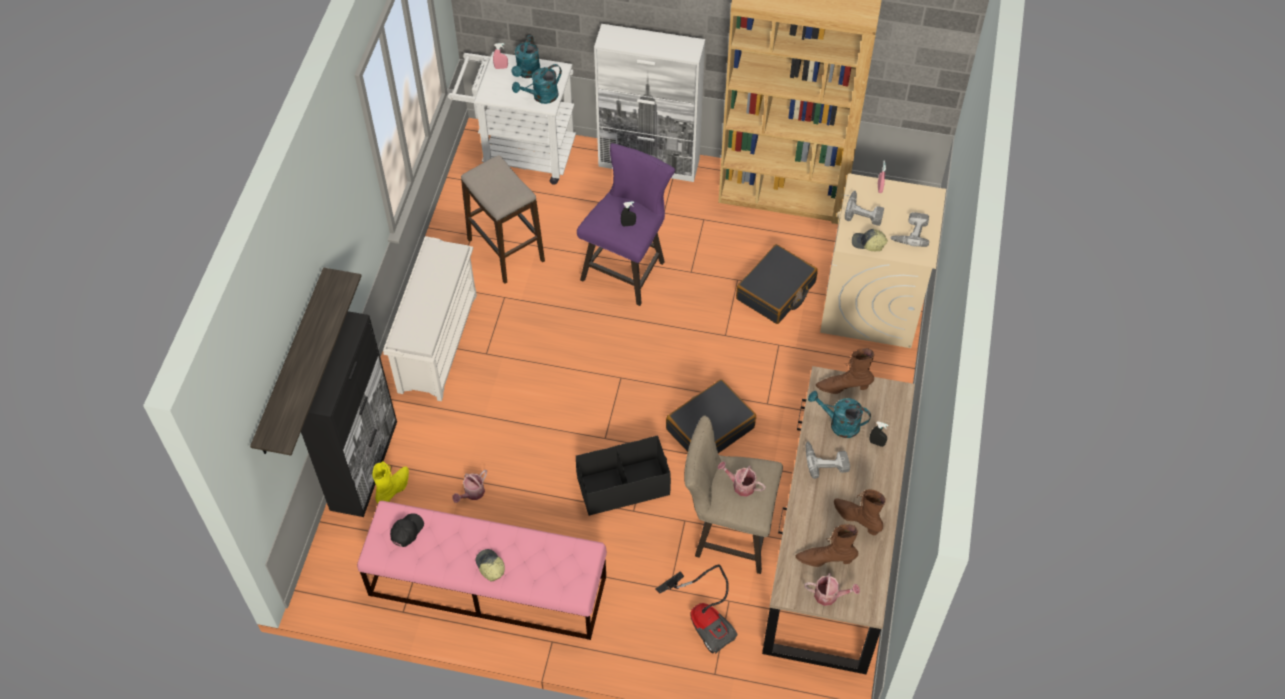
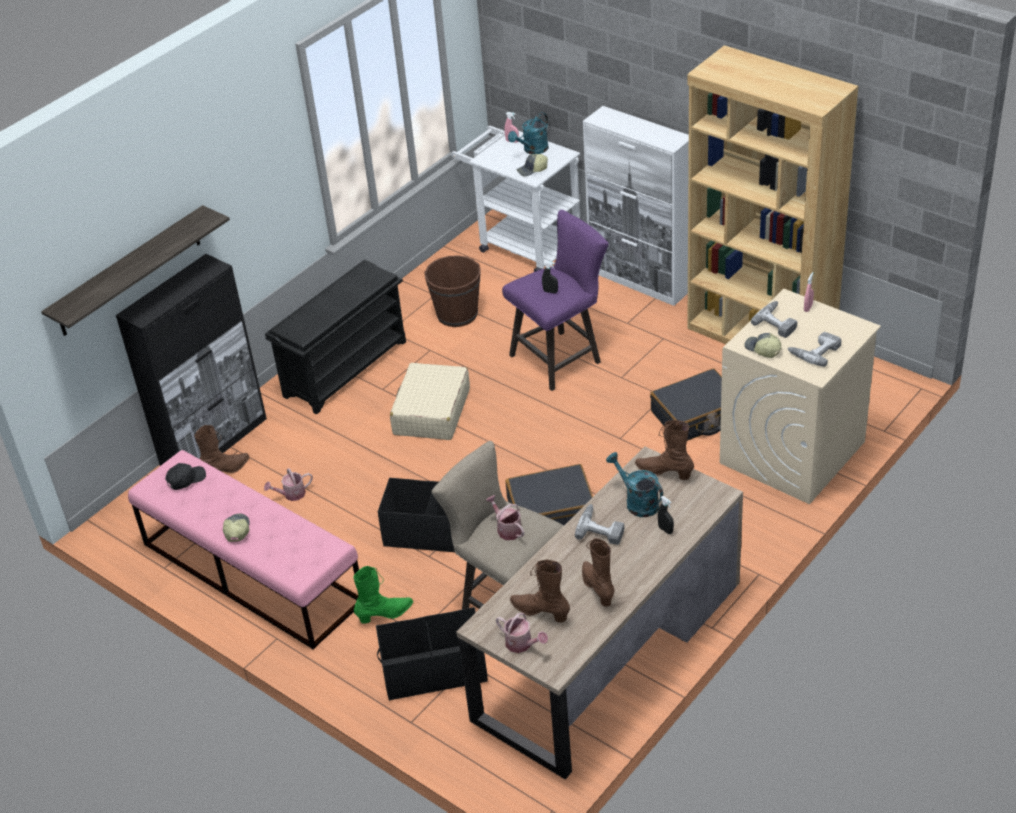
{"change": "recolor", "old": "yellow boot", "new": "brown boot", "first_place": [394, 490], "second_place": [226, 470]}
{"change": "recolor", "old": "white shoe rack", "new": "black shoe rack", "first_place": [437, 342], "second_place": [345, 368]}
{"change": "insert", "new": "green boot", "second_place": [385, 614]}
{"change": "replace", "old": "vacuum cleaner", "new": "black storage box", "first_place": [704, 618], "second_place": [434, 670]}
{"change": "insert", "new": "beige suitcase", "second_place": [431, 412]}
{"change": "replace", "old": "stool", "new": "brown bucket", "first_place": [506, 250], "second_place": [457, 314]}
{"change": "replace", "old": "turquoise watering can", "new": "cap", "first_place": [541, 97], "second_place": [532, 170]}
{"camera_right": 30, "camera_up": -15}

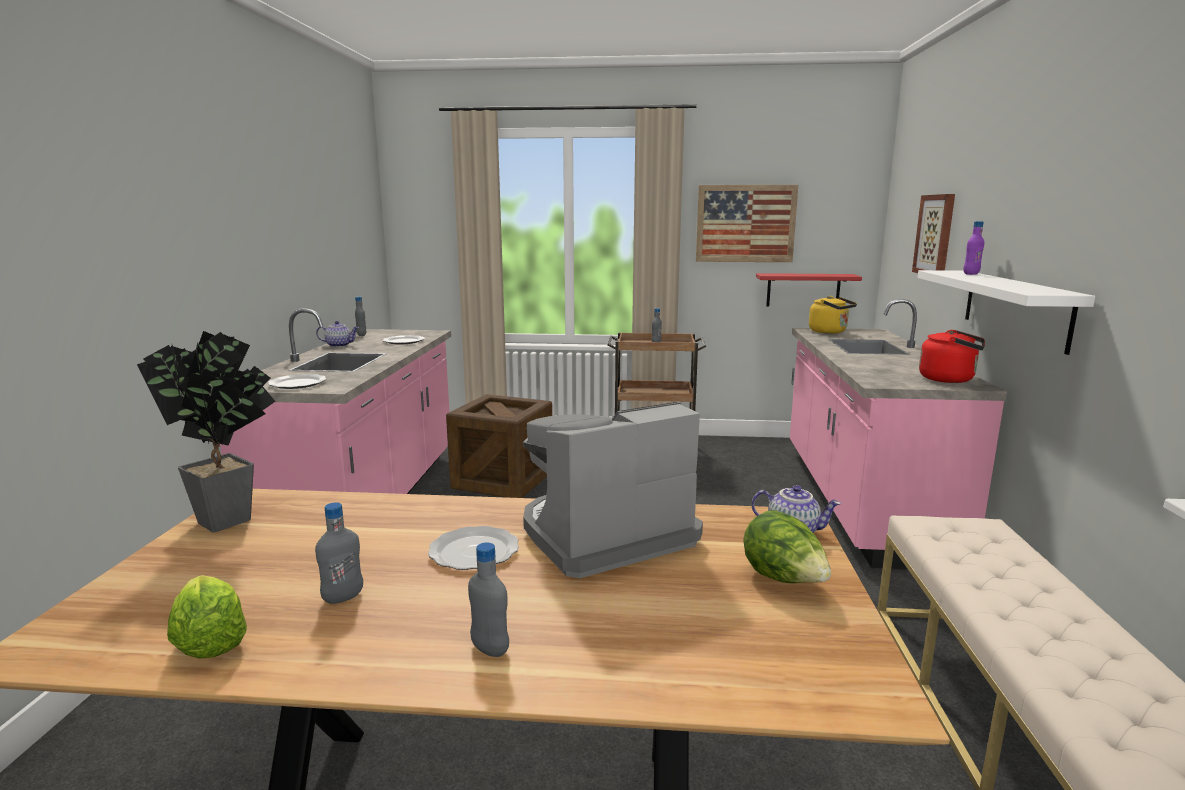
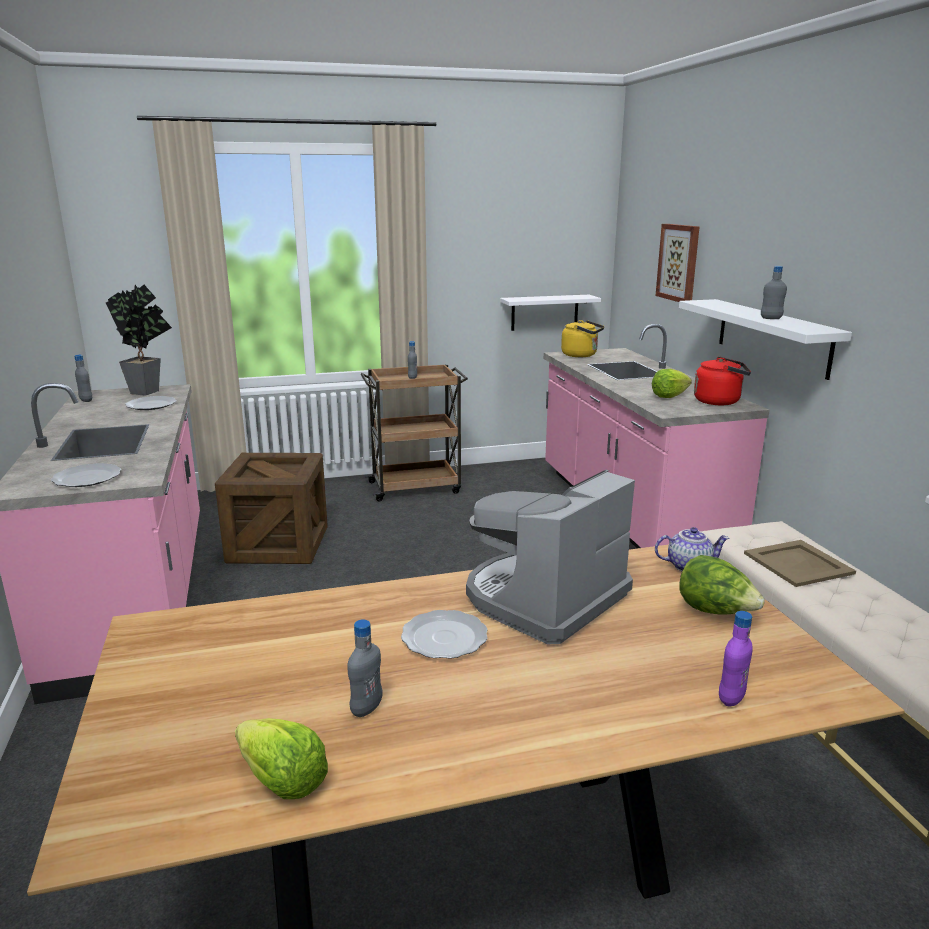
{"change": "move", "old": "potted plant", "first_place": [234, 519], "second_place": [149, 391]}
{"change": "recolor", "old": "red shelf", "new": "white shelf", "first_place": [803, 290], "second_place": [544, 312]}
{"change": "insert", "new": "lettuce", "second_place": [669, 396]}
{"change": "move", "old": "purple bottle", "first_place": [971, 274], "second_place": [731, 698]}
{"change": "insert", "new": "beige tray", "second_place": [797, 563]}
{"change": "move", "old": "grey bottle", "first_place": [490, 649], "second_place": [771, 318]}
{"change": "delete", "old": "teapot", "first_place": [339, 345]}
{"change": "delete", "old": "picture", "first_place": [745, 223]}
{"camera_right": -20, "camera_up": 5}

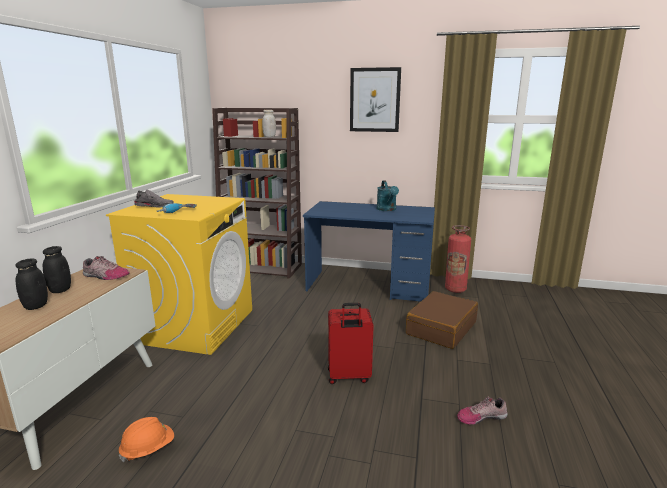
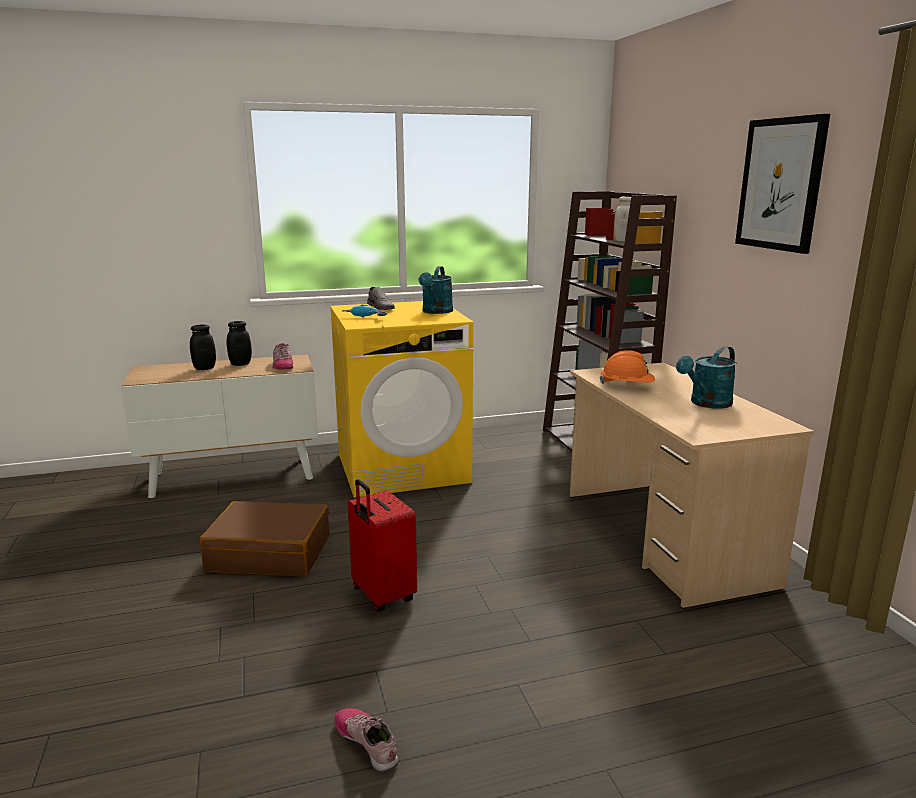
{"change": "move", "old": "brown suitcase", "first_place": [441, 328], "second_place": [270, 553]}
{"change": "insert", "new": "turquoise watering can", "second_place": [436, 312]}
{"change": "recolor", "old": "blue desk", "new": "beige desk", "first_place": [369, 286], "second_place": [663, 537]}
{"change": "move", "old": "orange hard hat", "first_place": [148, 449], "second_place": [626, 386]}
{"change": "delete", "old": "fire extinguisher", "first_place": [455, 289]}
{"camera_right": 60, "camera_up": 0}

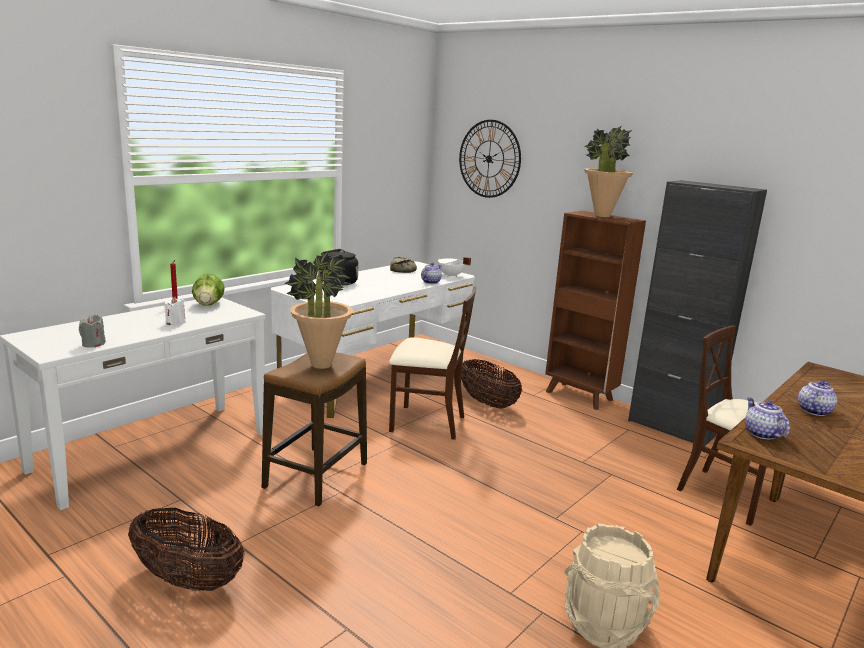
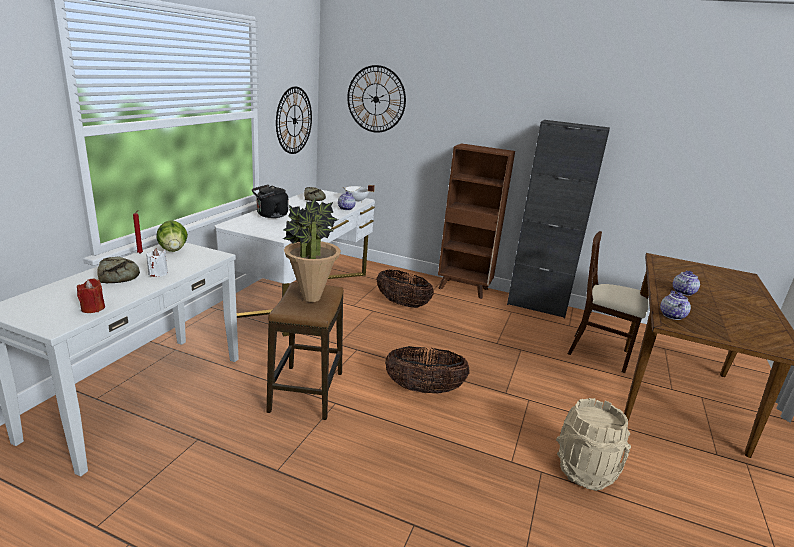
{"change": "recolor", "old": "grey candle", "new": "red candle", "first_place": [93, 344], "second_place": [93, 308]}
{"change": "insert", "new": "bread", "second_place": [119, 275]}
{"change": "insert", "new": "wall clock", "second_place": [294, 120]}
{"change": "move", "old": "basket", "first_place": [187, 579], "second_place": [424, 389]}
{"change": "rotate", "old": "teapot", "first_place": [761, 433], "second_place": [671, 315], "degrees": 45}
{"change": "delete", "old": "beige chair", "first_place": [426, 422]}
{"change": "delete", "old": "potted plant", "first_place": [602, 216]}
{"camera_right": -20, "camera_up": 5}

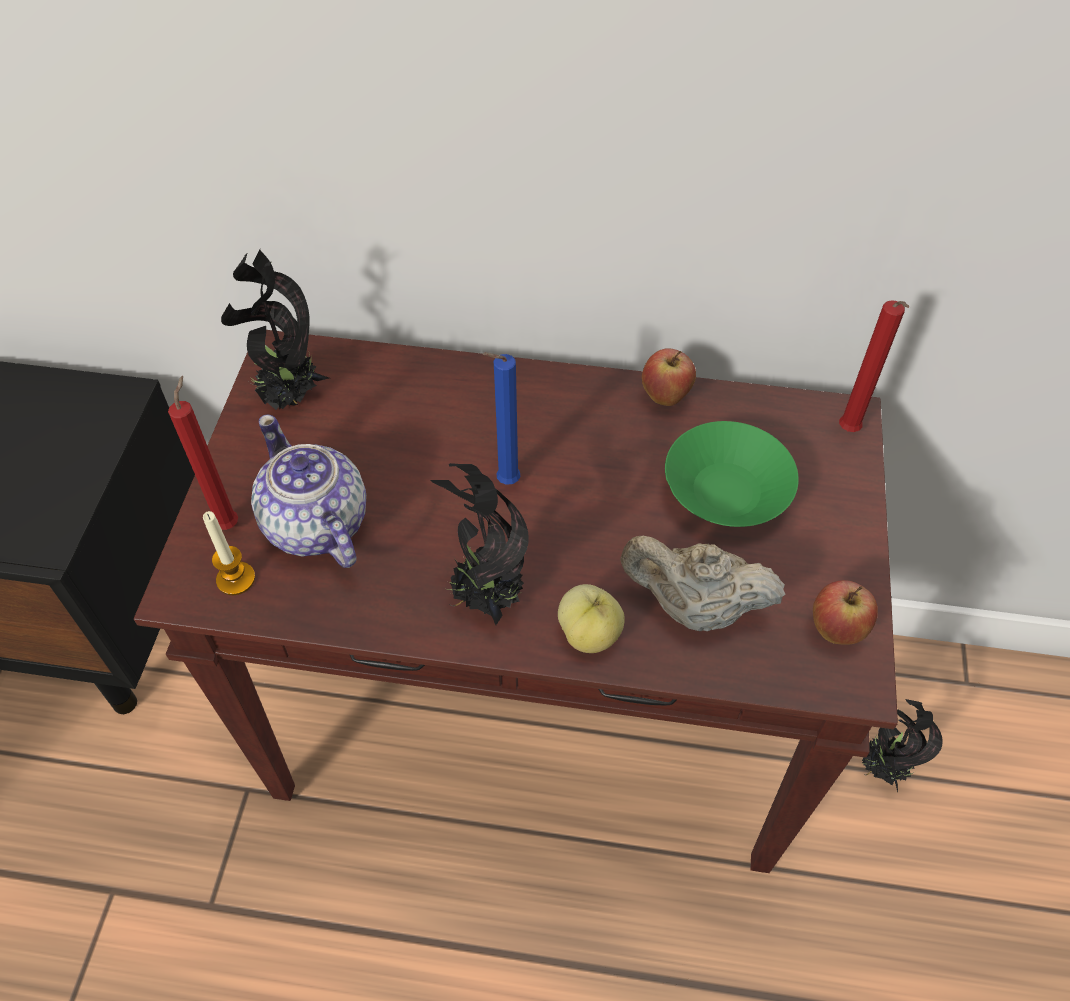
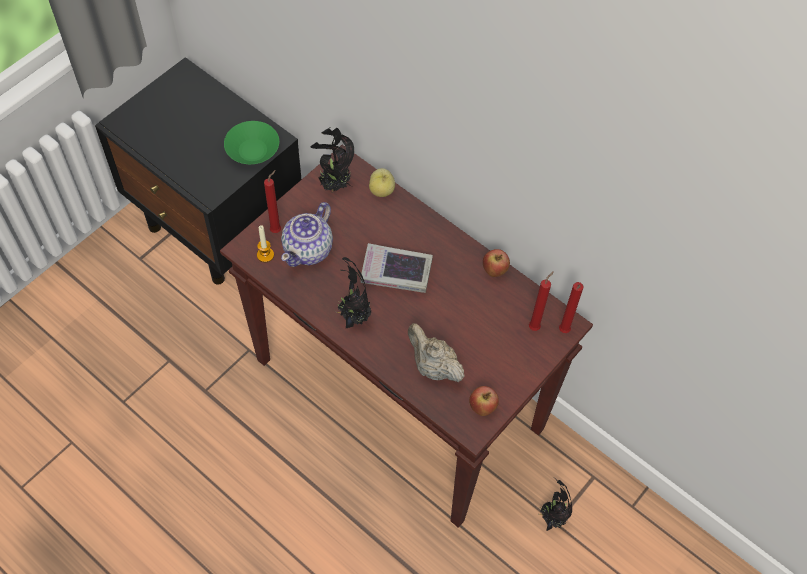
{"change": "move", "old": "green bowl", "first_place": [724, 492], "second_place": [252, 150]}
{"change": "rotate", "old": "teapot", "first_place": [316, 525], "second_place": [309, 249], "degrees": -150}
{"change": "replace", "old": "blue candle", "new": "book", "first_place": [504, 482], "second_place": [396, 272]}
{"change": "move", "old": "apple", "first_place": [590, 633], "second_place": [382, 190]}
{"change": "insert", "new": "red candle", "second_place": [535, 326]}
{"camera_right": 30, "camera_up": 5}

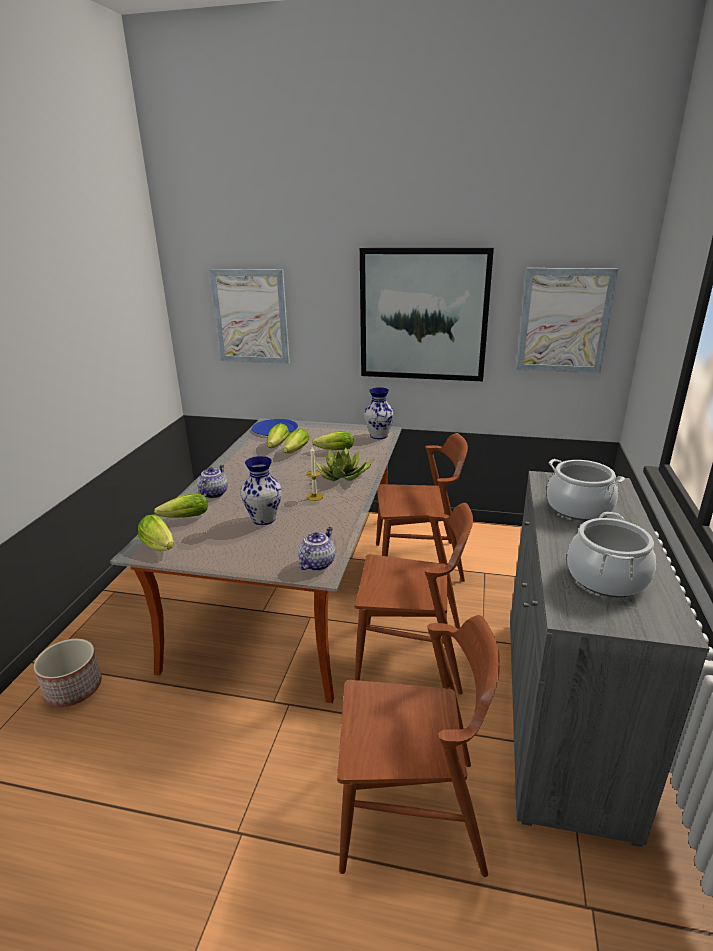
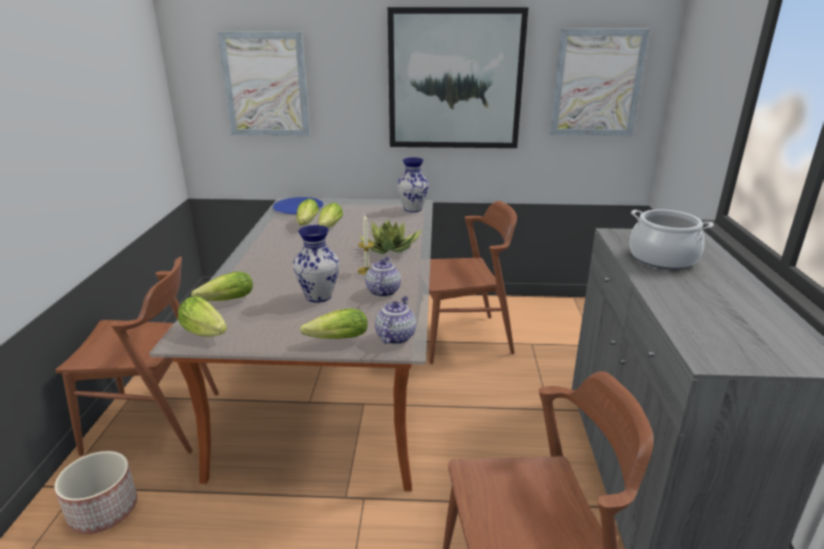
{"change": "move", "old": "brown chair", "first_place": [411, 656], "second_place": [154, 421]}
{"change": "move", "old": "lettuce", "first_place": [333, 450], "second_place": [334, 339]}
{"change": "move", "old": "teapot", "first_place": [213, 493], "second_place": [383, 291]}
{"change": "delete", "old": "cooking pot", "first_place": [606, 578]}
{"camera_right": -10, "camera_up": 0}

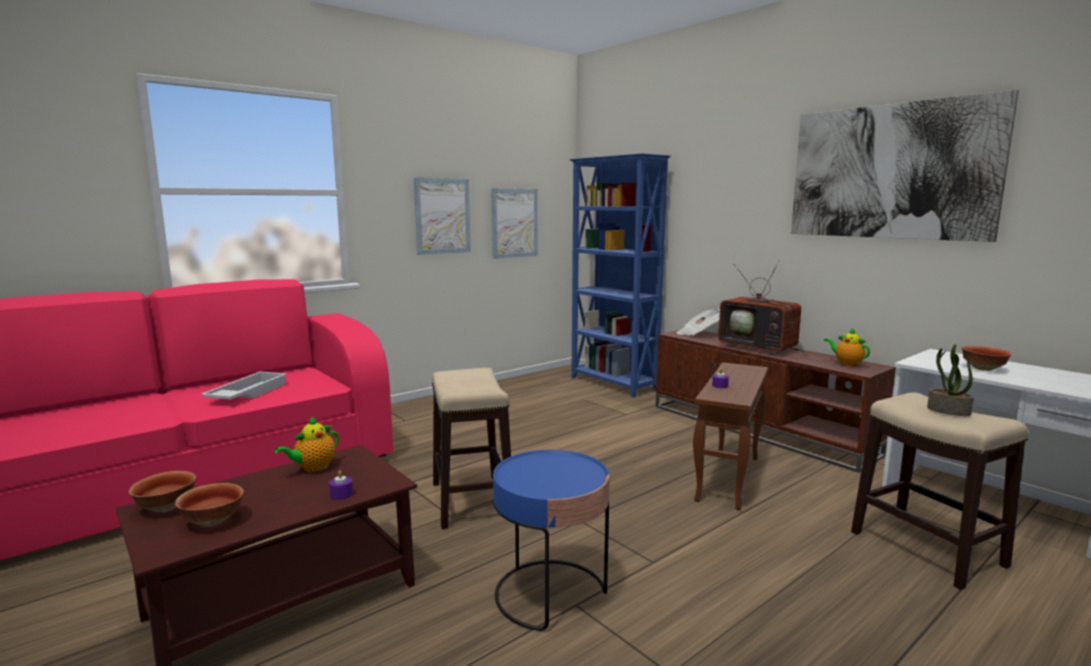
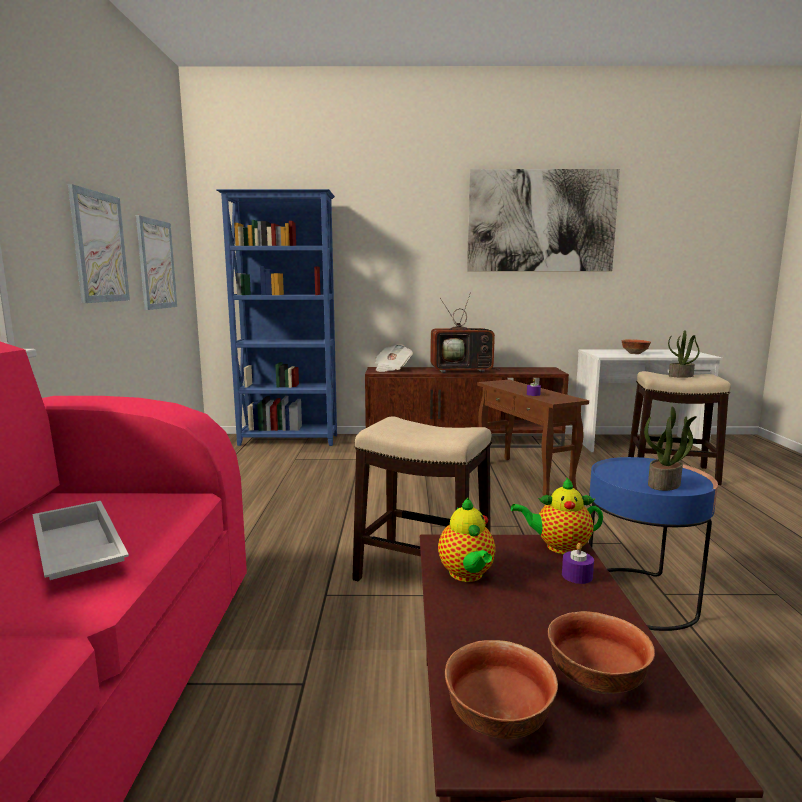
{"change": "move", "old": "teapot", "first_place": [846, 363], "second_place": [559, 547]}
{"change": "insert", "new": "potted plant", "second_place": [664, 484]}
{"camera_right": -50, "camera_up": 0}

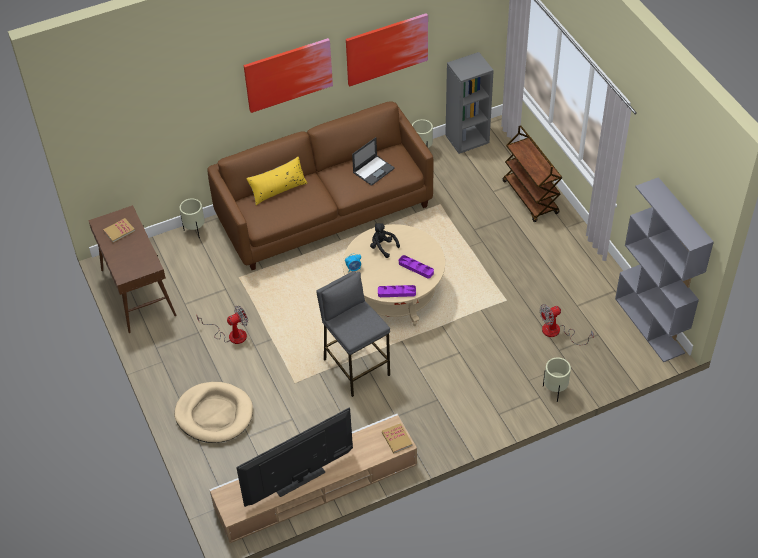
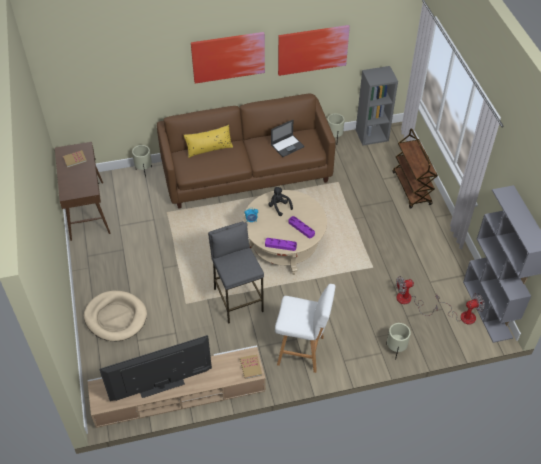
{"change": "insert", "new": "white stool", "second_place": [302, 351]}
{"change": "move", "old": "fan", "first_place": [231, 335], "second_place": [462, 315]}
{"camera_right": 10, "camera_up": 0}

